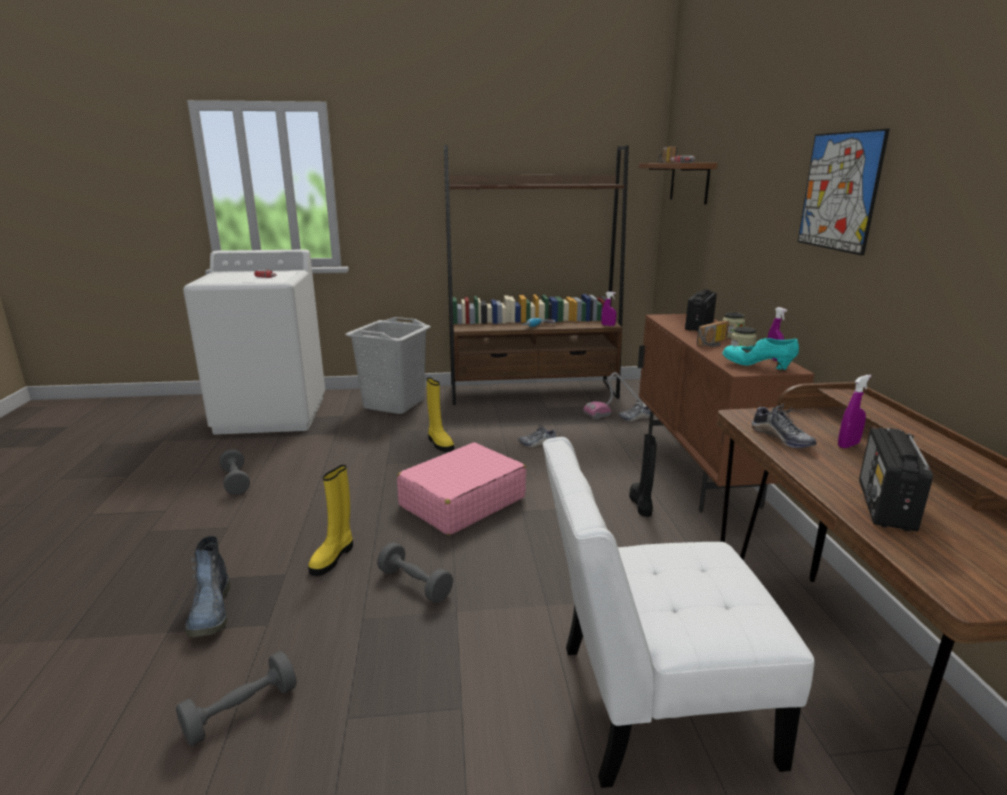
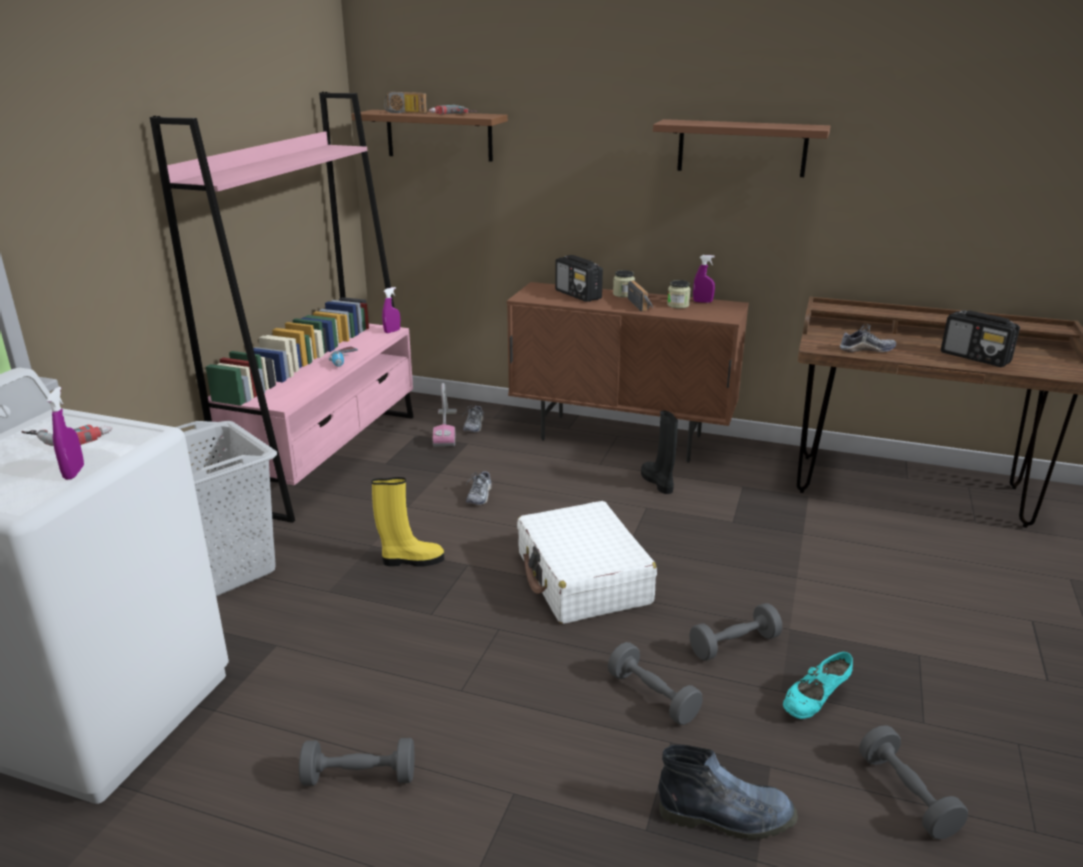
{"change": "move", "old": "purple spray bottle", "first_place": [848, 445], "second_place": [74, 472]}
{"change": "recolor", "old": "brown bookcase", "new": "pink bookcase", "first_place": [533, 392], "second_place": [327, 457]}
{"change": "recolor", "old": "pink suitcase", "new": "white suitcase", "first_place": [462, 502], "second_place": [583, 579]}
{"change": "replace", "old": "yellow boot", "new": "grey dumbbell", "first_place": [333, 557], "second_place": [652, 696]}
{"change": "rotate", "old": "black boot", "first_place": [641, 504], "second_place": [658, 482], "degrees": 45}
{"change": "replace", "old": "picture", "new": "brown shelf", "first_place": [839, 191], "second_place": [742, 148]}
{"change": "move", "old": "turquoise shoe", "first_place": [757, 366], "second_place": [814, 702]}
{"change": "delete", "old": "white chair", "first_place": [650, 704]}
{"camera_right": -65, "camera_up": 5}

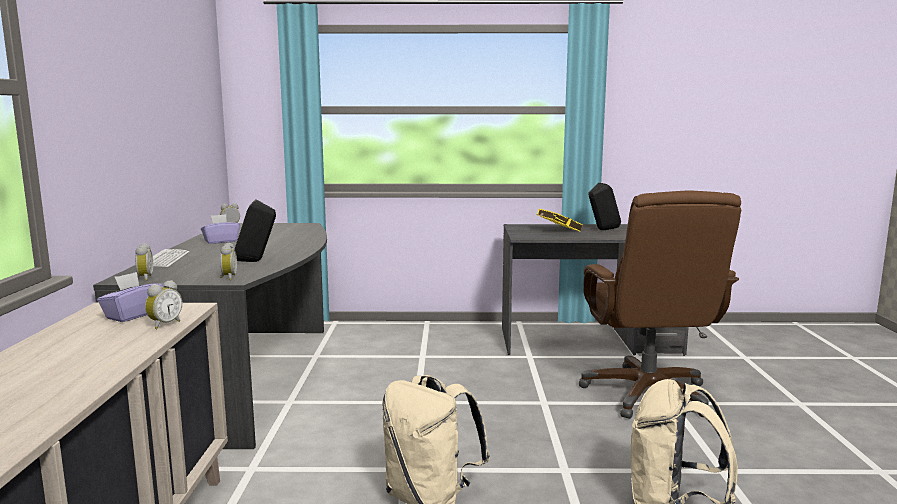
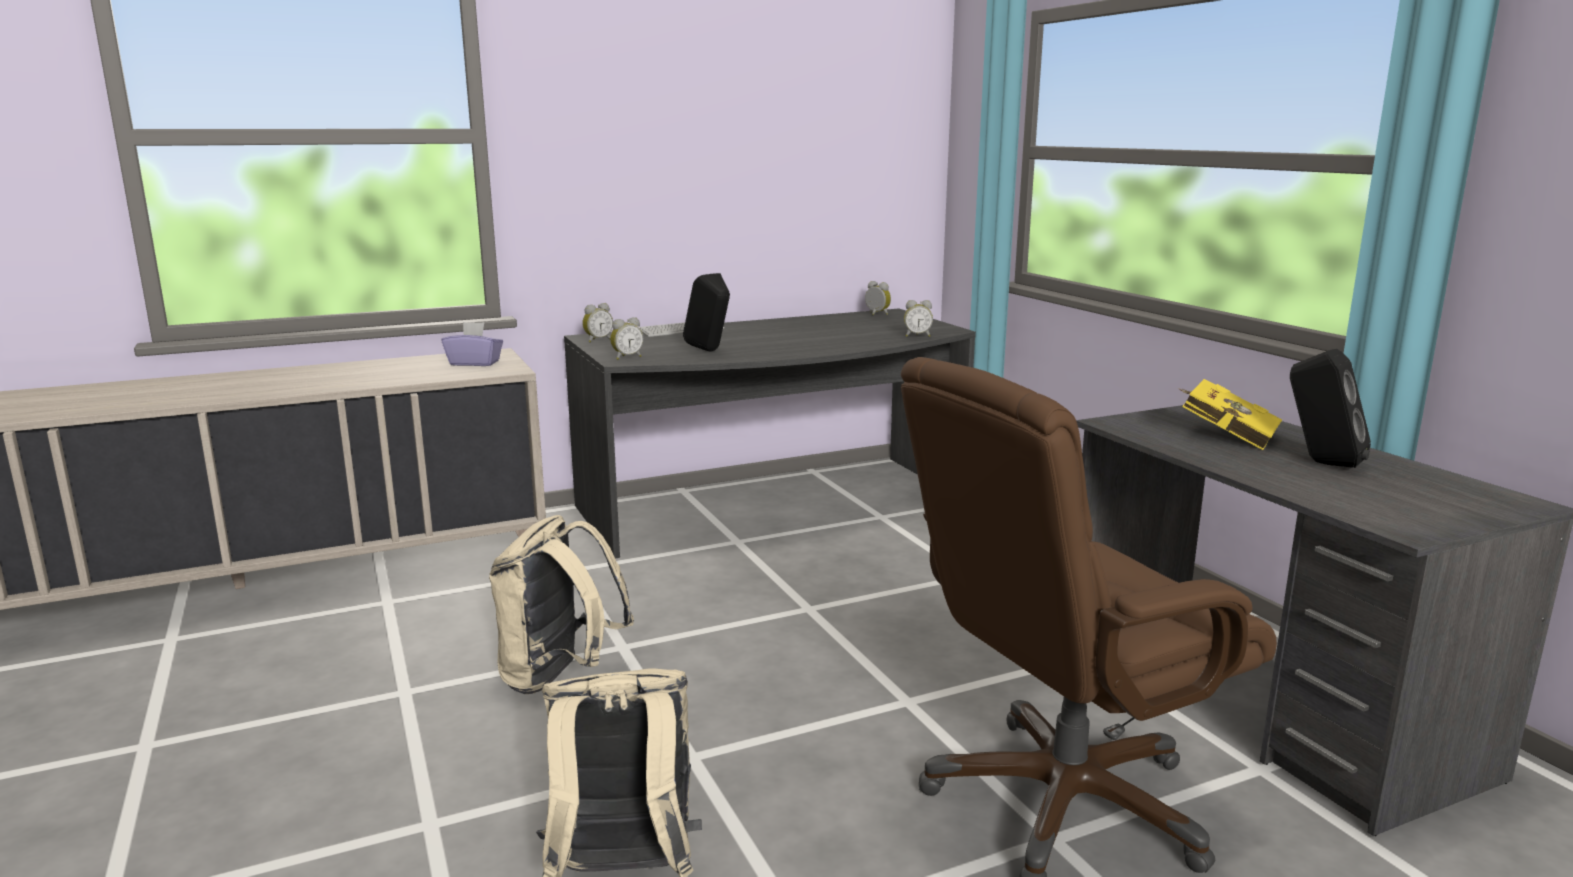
{"change": "move", "old": "alarm clock", "first_place": [164, 324], "second_place": [917, 336]}
{"change": "delete", "old": "purple tissue box", "first_place": [221, 241]}
{"camera_right": 65, "camera_up": 5}

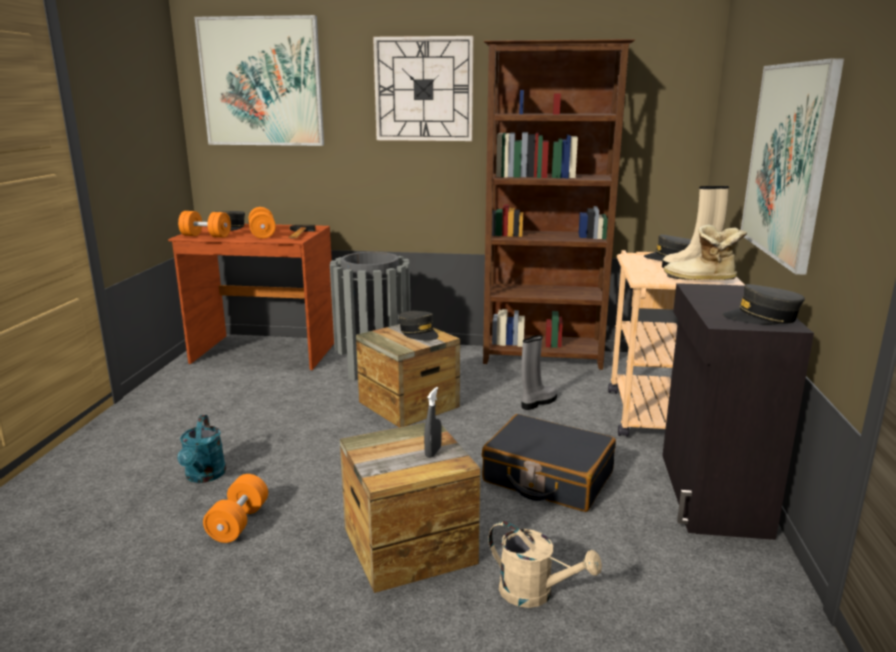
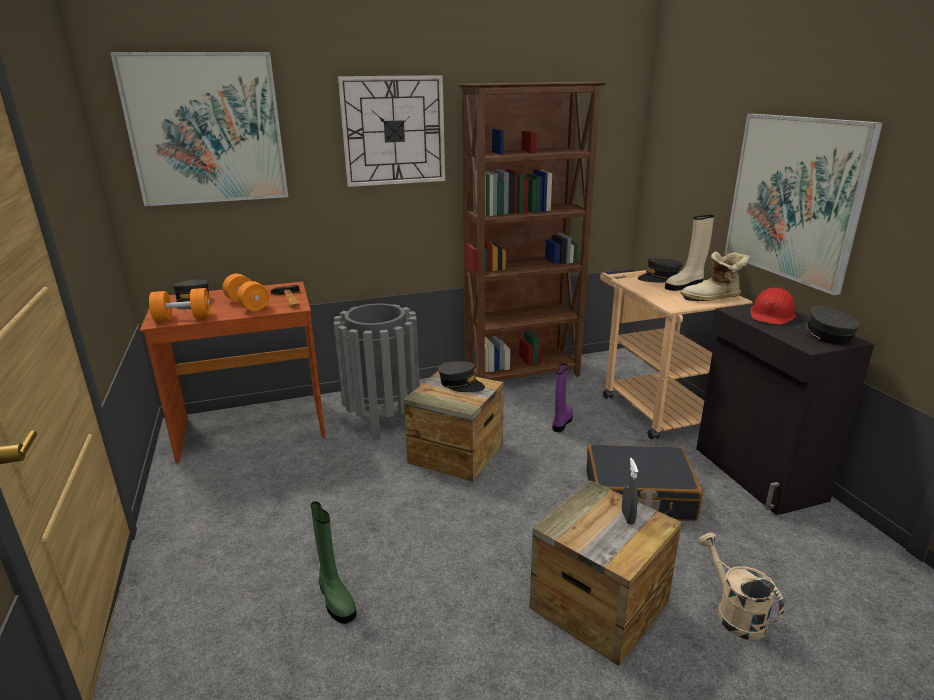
{"change": "replace", "old": "turquoise watering can", "new": "green boot", "first_place": [204, 476], "second_place": [335, 599]}
{"change": "recolor", "old": "grey boot", "new": "purple boot", "first_place": [538, 402], "second_place": [561, 422]}
{"change": "rotate", "old": "beige watering can", "first_place": [535, 593], "second_place": [734, 612], "degrees": -120}
{"change": "insert", "new": "red hard hat", "second_place": [772, 315]}
{"change": "rotate", "old": "grey cap", "first_place": [762, 318], "second_place": [824, 335], "degrees": 90}
{"change": "delete", "old": "orange dumbbell", "first_place": [238, 523]}
{"camera_right": -25, "camera_up": 5}

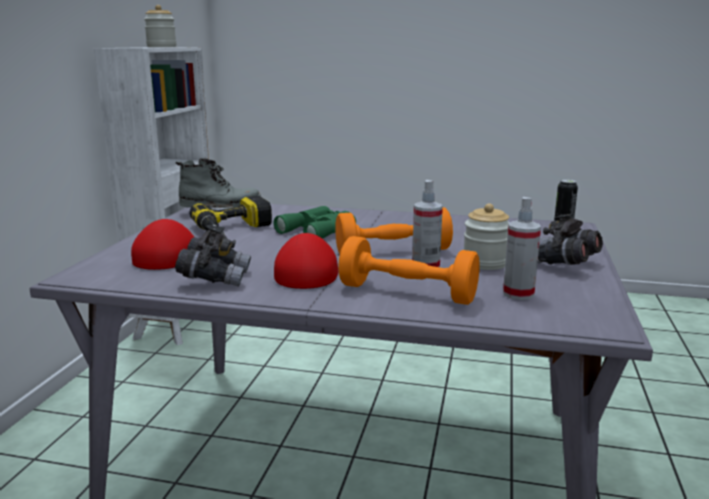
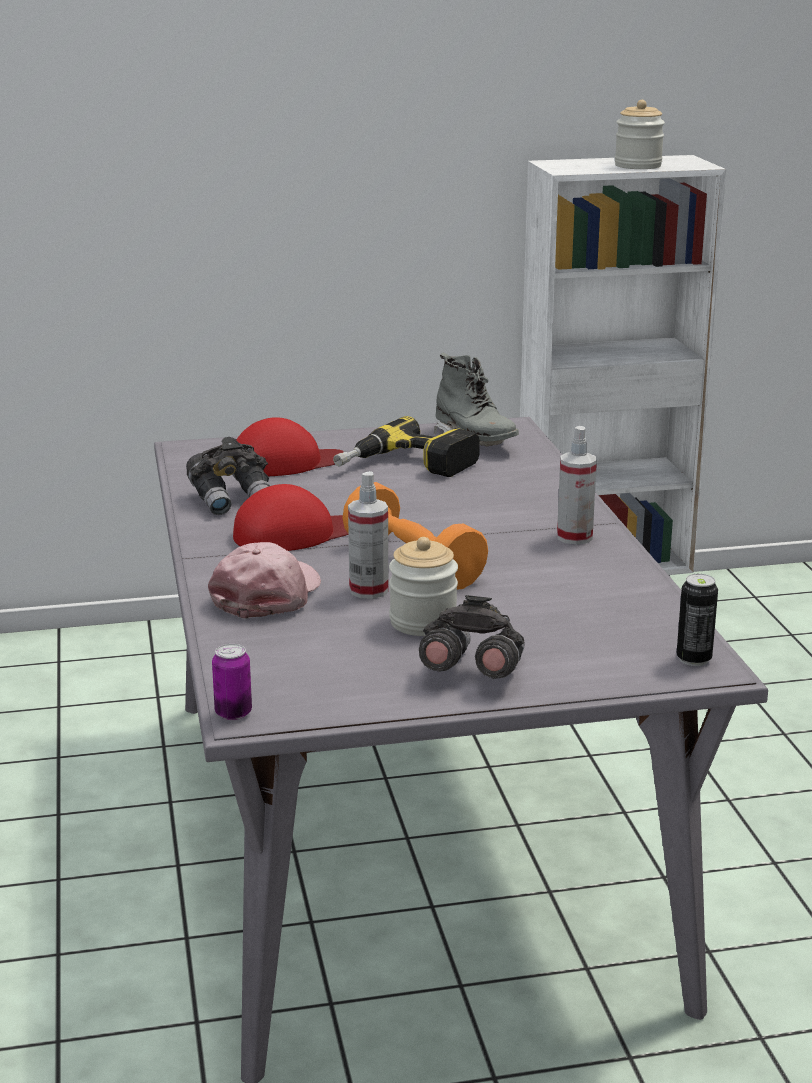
{"change": "replace", "old": "orange dumbbell", "new": "pink cap", "first_place": [407, 293], "second_place": [268, 594]}
{"change": "insert", "new": "can", "second_place": [233, 713]}
{"change": "move", "old": "spray bottle", "first_place": [518, 294], "second_place": [574, 537]}
{"change": "delete", "old": "green binoculars", "first_place": [319, 230]}
{"camera_right": 65, "camera_up": 5}

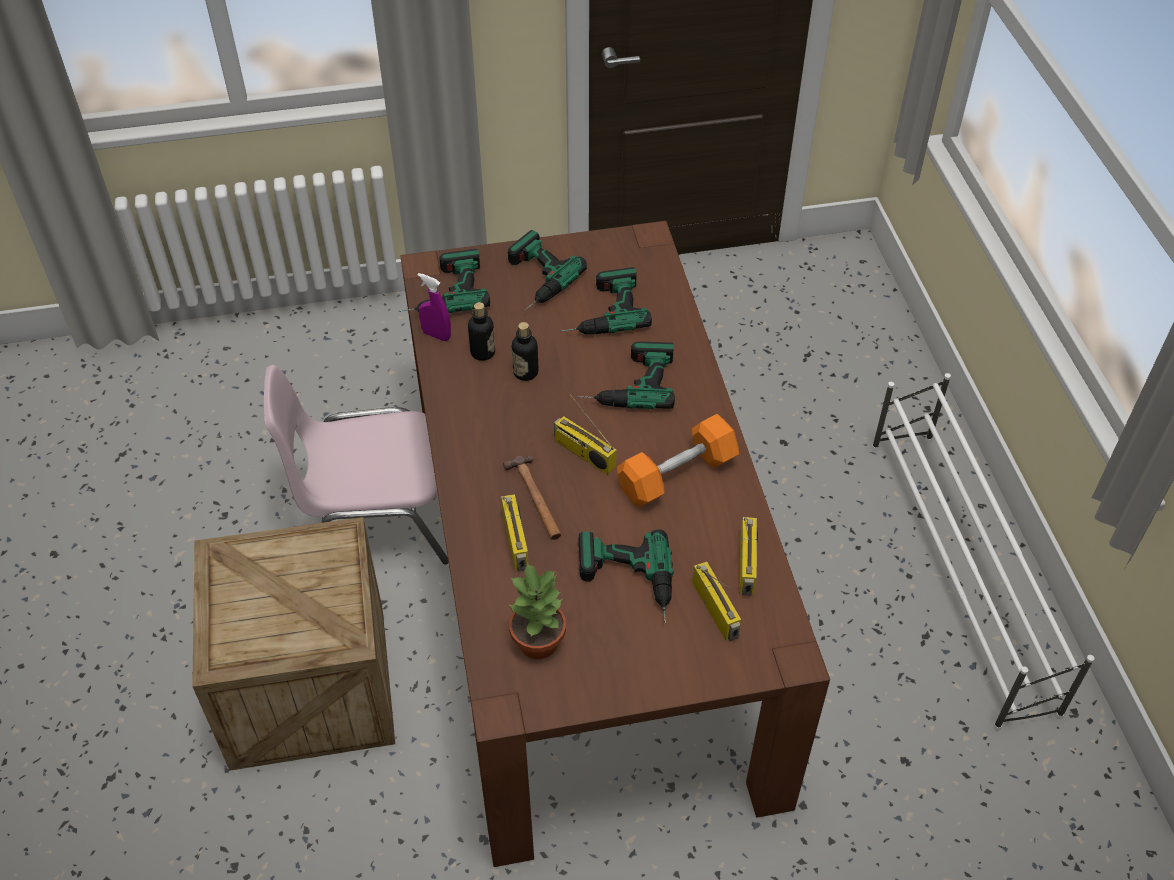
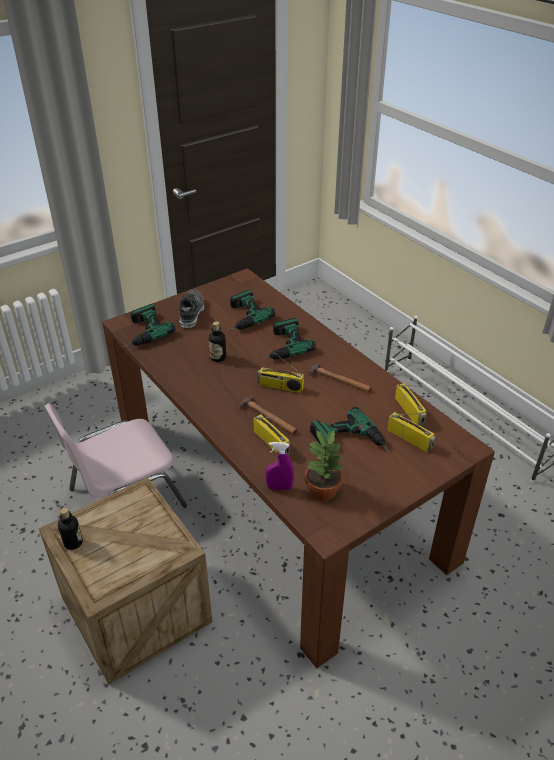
{"change": "move", "old": "bottle", "first_place": [483, 352], "second_place": [73, 542]}
{"change": "replace", "old": "power drill", "new": "shoe", "first_place": [533, 280], "second_place": [191, 313]}
{"change": "move", "old": "purple spray bottle", "first_place": [436, 335], "second_place": [279, 487]}
{"change": "replace", "old": "orange dumbbell", "new": "hammer", "first_place": [677, 474], "second_place": [340, 381]}
{"camera_right": -25, "camera_up": -10}

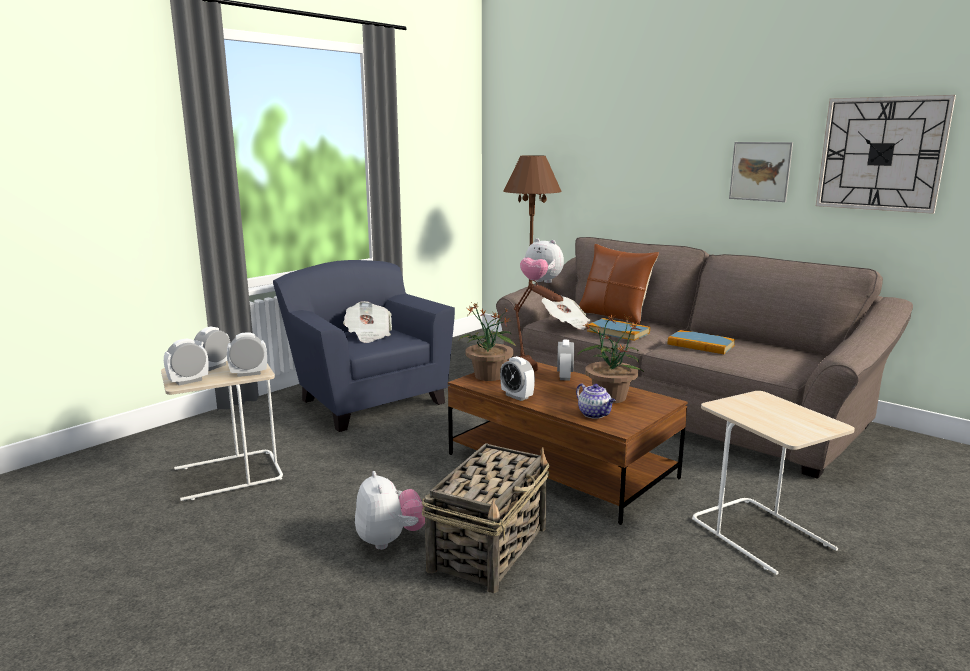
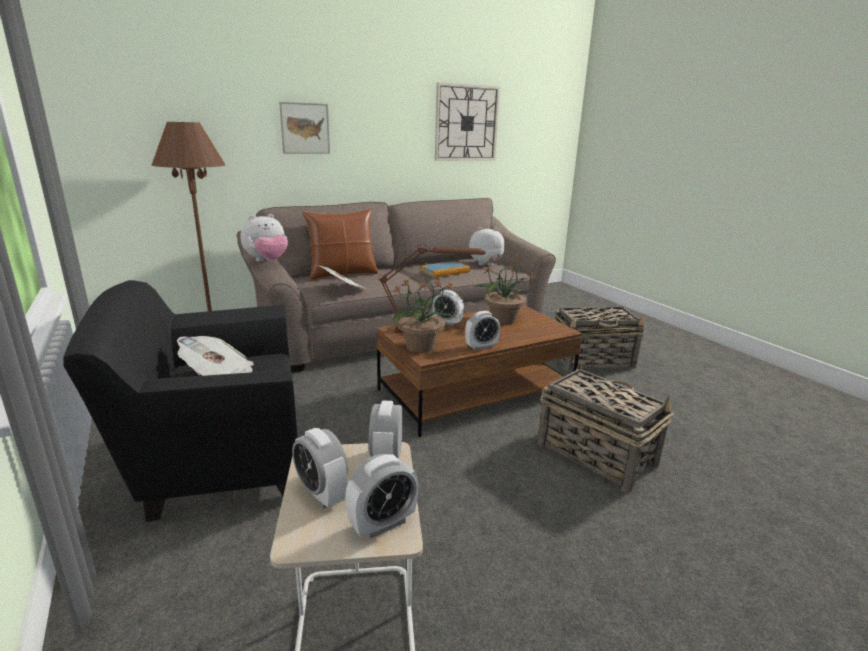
{"change": "recolor", "old": "blue armchair", "new": "black armchair", "first_place": [367, 400], "second_place": [218, 463]}
{"change": "move", "old": "picture", "first_place": [760, 171], "second_place": [305, 128]}
{"change": "rotate", "old": "alarm clock", "first_place": [188, 381], "second_place": [382, 524], "degrees": -105}
{"change": "move", "old": "plush toy", "first_place": [390, 540], "second_place": [485, 263]}
{"change": "replace", "old": "beige side table", "new": "basket", "first_place": [762, 534], "second_place": [593, 360]}
{"change": "delete", "old": "teapot", "first_place": [595, 414]}
{"change": "delete", "old": "book", "first_place": [618, 332]}
{"camera_right": -70, "camera_up": 5}

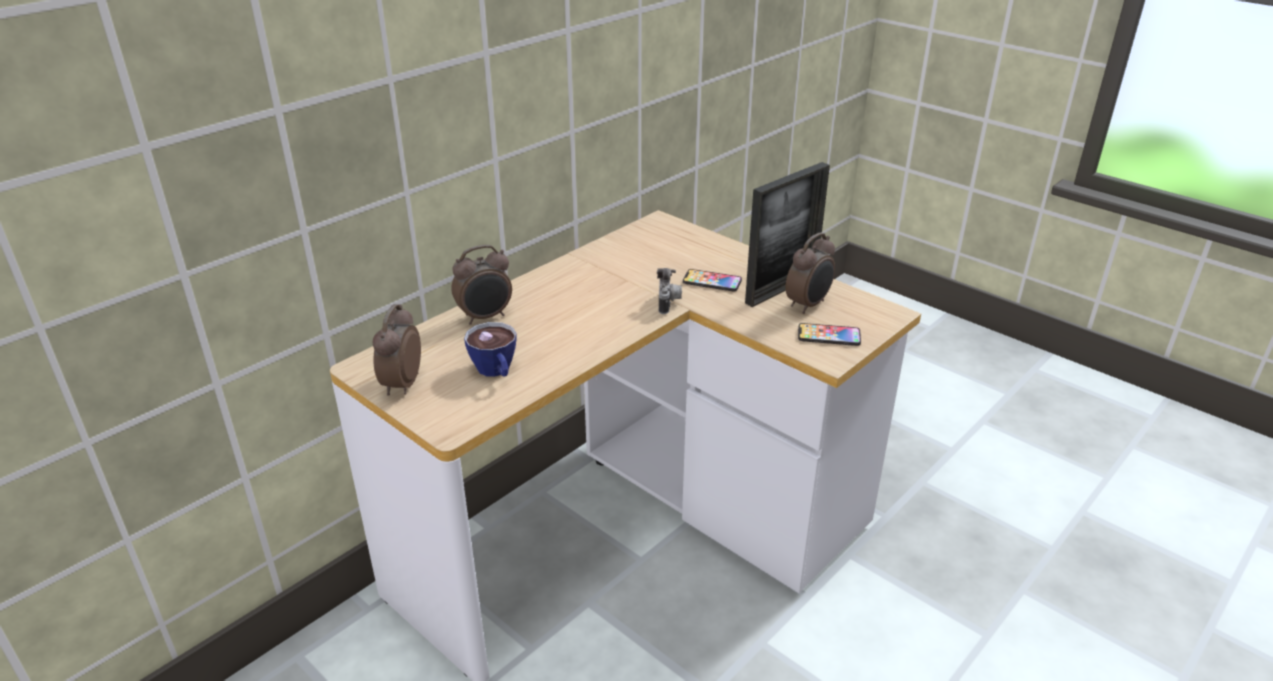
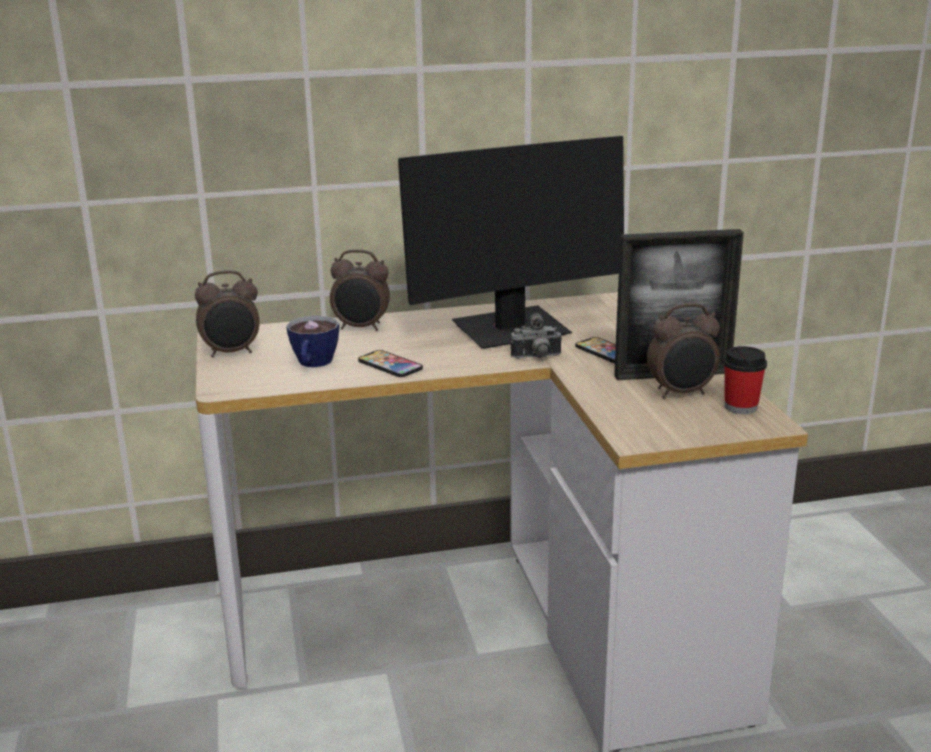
{"change": "rotate", "old": "alarm clock", "first_place": [401, 385], "second_place": [232, 353], "degrees": -150}
{"change": "move", "old": "phone", "first_place": [829, 336], "second_place": [390, 365]}
{"change": "insert", "new": "monitor", "second_place": [511, 330]}
{"change": "rotate", "old": "photo camera", "first_place": [669, 303], "second_place": [536, 358], "degrees": 45}
{"change": "insert", "new": "cup", "second_place": [740, 407]}
{"camera_right": 35, "camera_up": -10}

